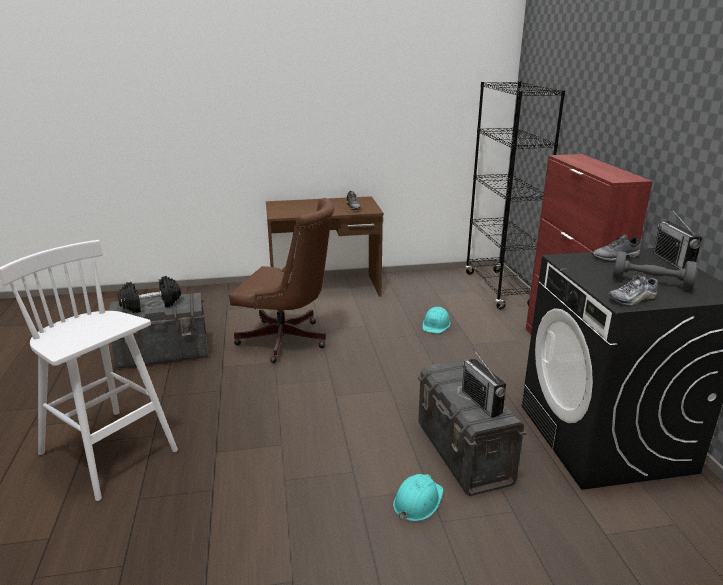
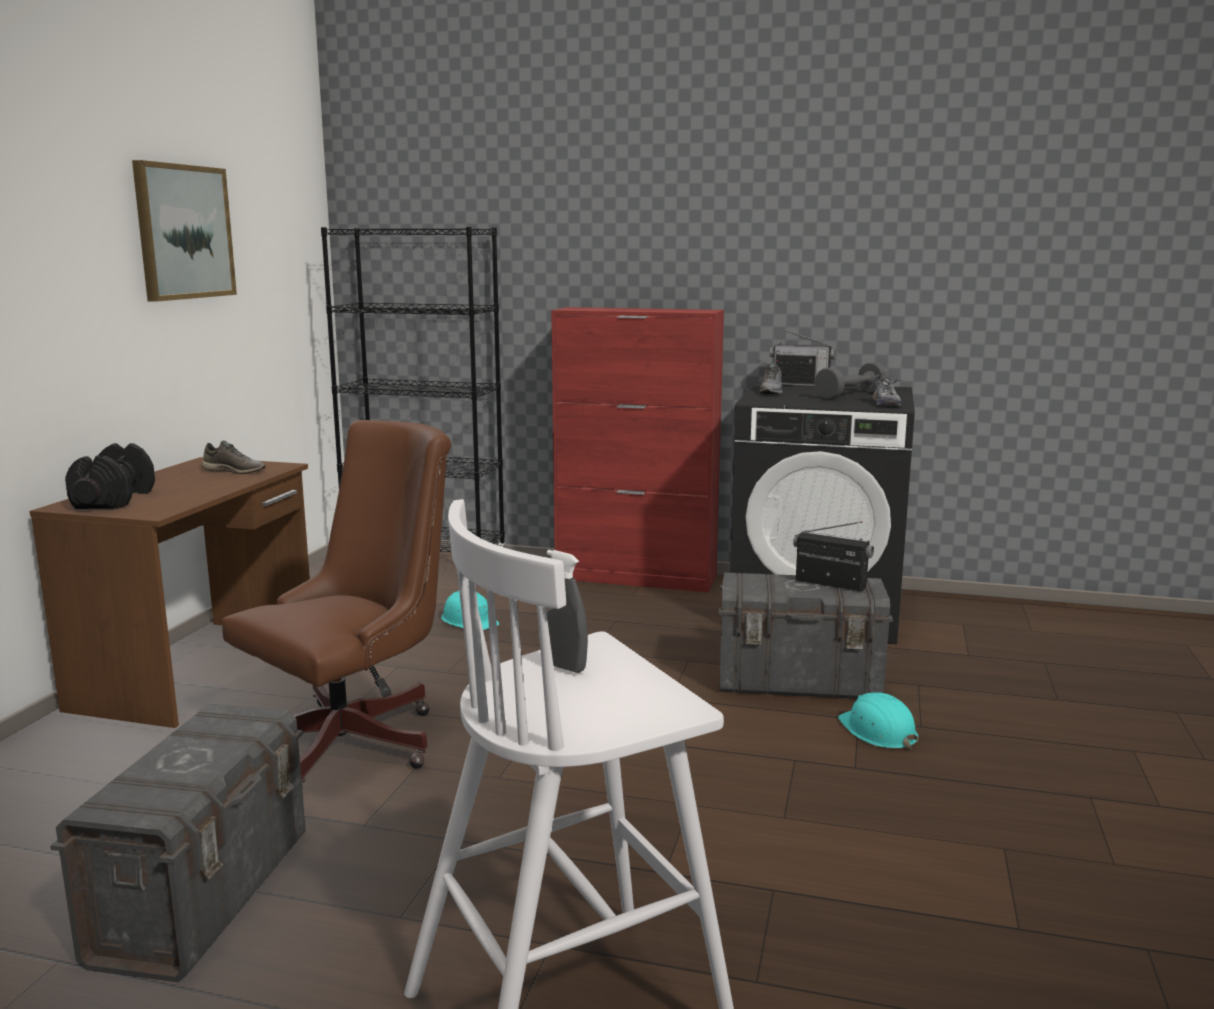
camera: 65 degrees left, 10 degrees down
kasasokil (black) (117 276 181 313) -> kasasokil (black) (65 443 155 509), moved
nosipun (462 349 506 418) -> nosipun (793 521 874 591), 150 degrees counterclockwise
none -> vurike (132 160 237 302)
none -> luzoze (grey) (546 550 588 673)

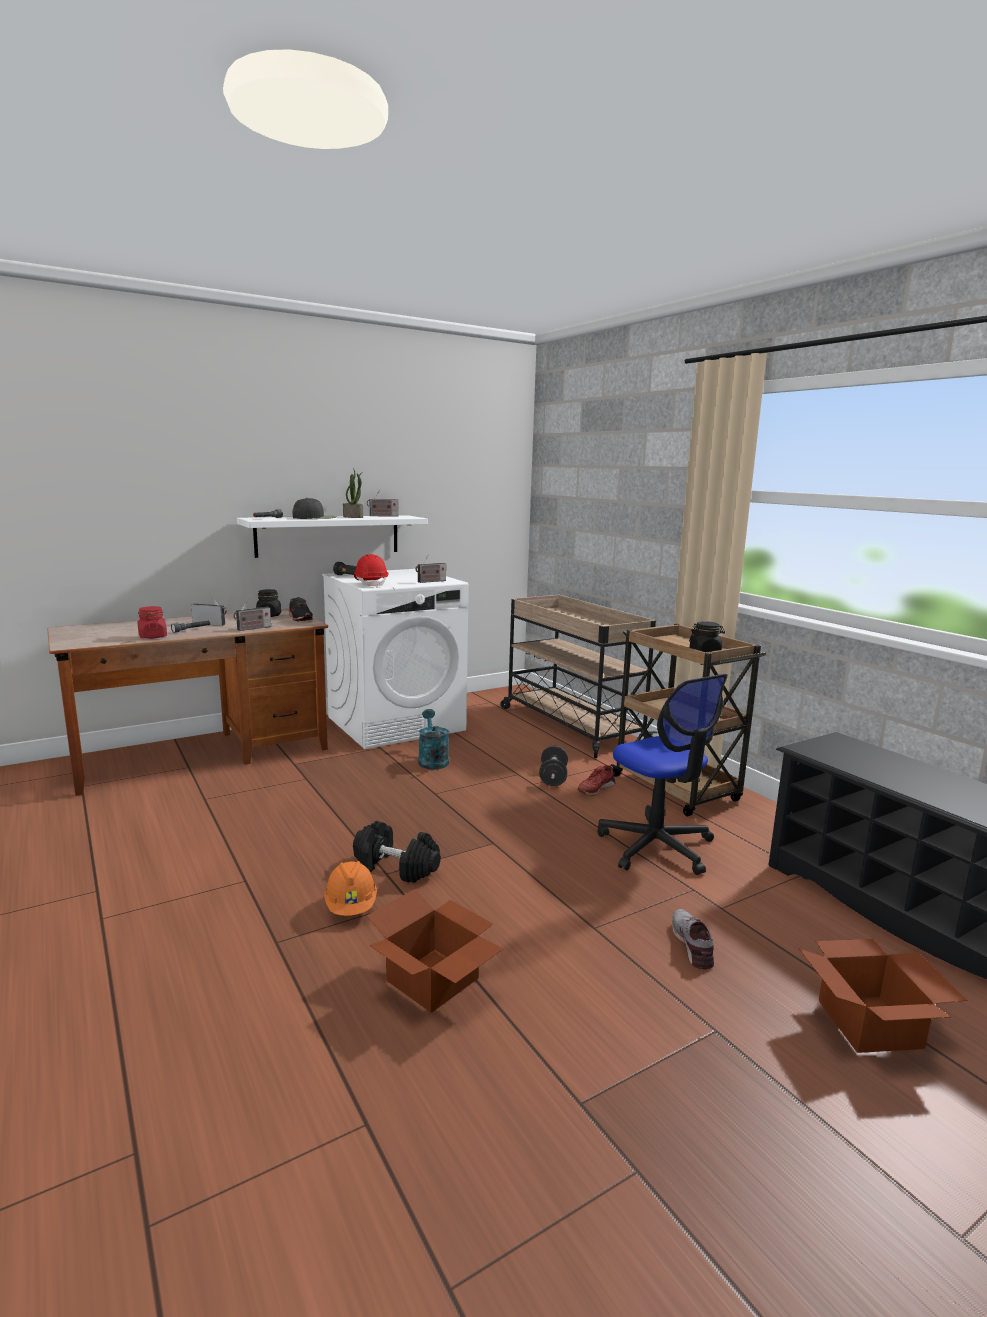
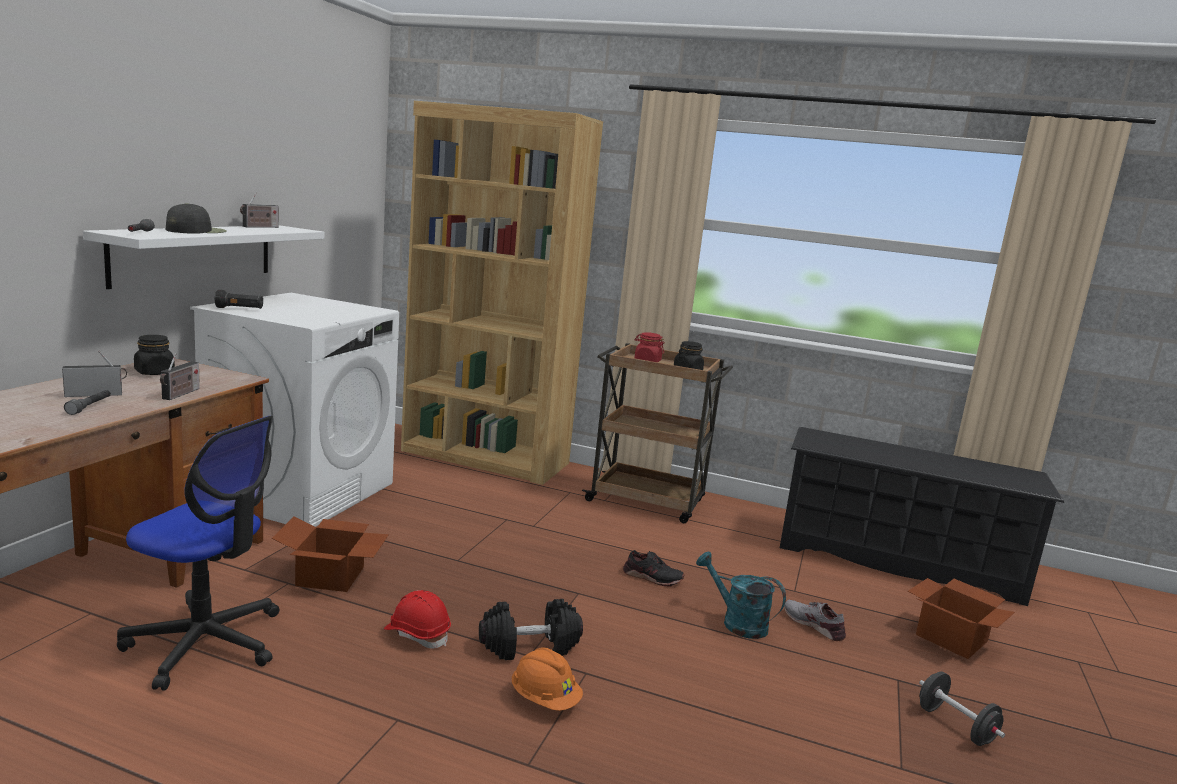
camera: 40 degrees left, 0 degrees up
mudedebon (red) (138 606 167 639) -> mudedebon (red) (634 332 664 362), moved
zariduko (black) (289 597 313 622) -> zariduko (black) (623 550 684 587), moved
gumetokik (343 468 363 518) -> none
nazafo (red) (354 554 389 588) -> nazafo (red) (384 590 451 649), moved
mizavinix (367 889 503 1013) -> mizavinix (272 517 389 592), moved
nosipun (415 554 446 583) -> none
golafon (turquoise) (418 709 449 770) -> golafon (turquoise) (696 552 786 639), moved
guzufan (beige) (500 595 657 758) -> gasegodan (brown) (401 101 603 485)
kasasokil (black) (539 746 568 786) -> kasasokil (black) (919 671 1005 746), moved
zariduko (red) (577 765 615 796) -> none
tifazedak (597 674 728 875) -> tifazedak (117 416 279 691), moved

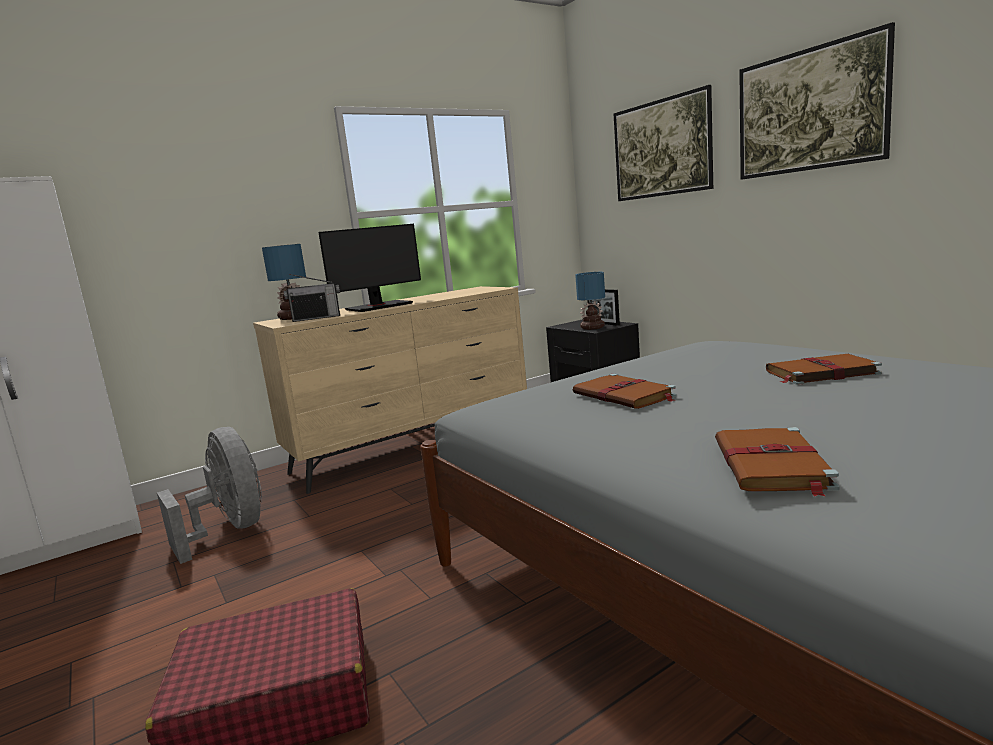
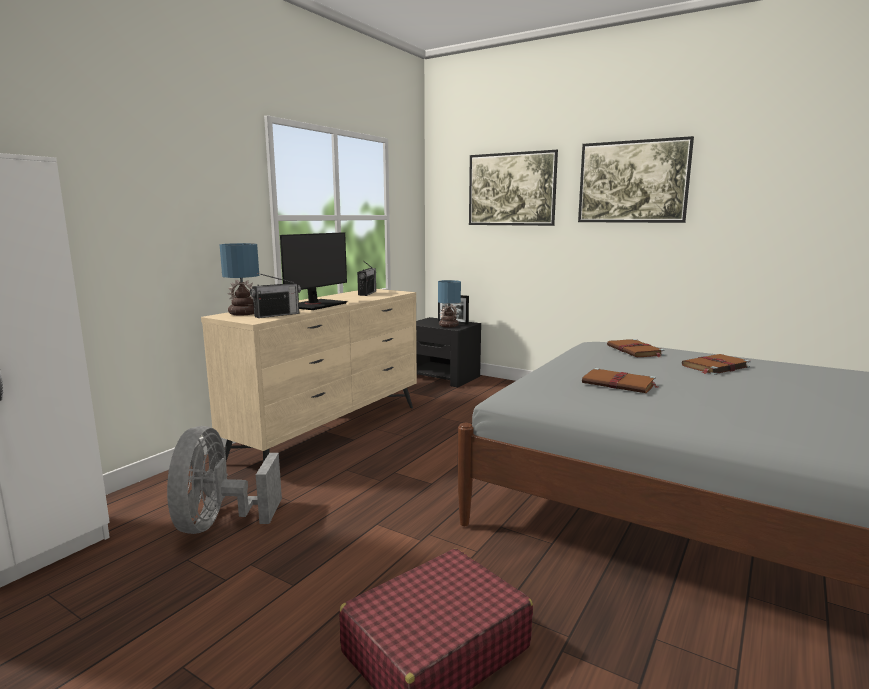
camera: 25 degrees left, 0 degrees up
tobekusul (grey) (157 427 262 564) -> tobekusul (grey) (167 426 282 534), 120 degrees counterclockwise
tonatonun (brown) (715 427 840 497) -> tonatonun (brown) (607 339 665 357), moved
none -> nosipun (357 261 376 296)

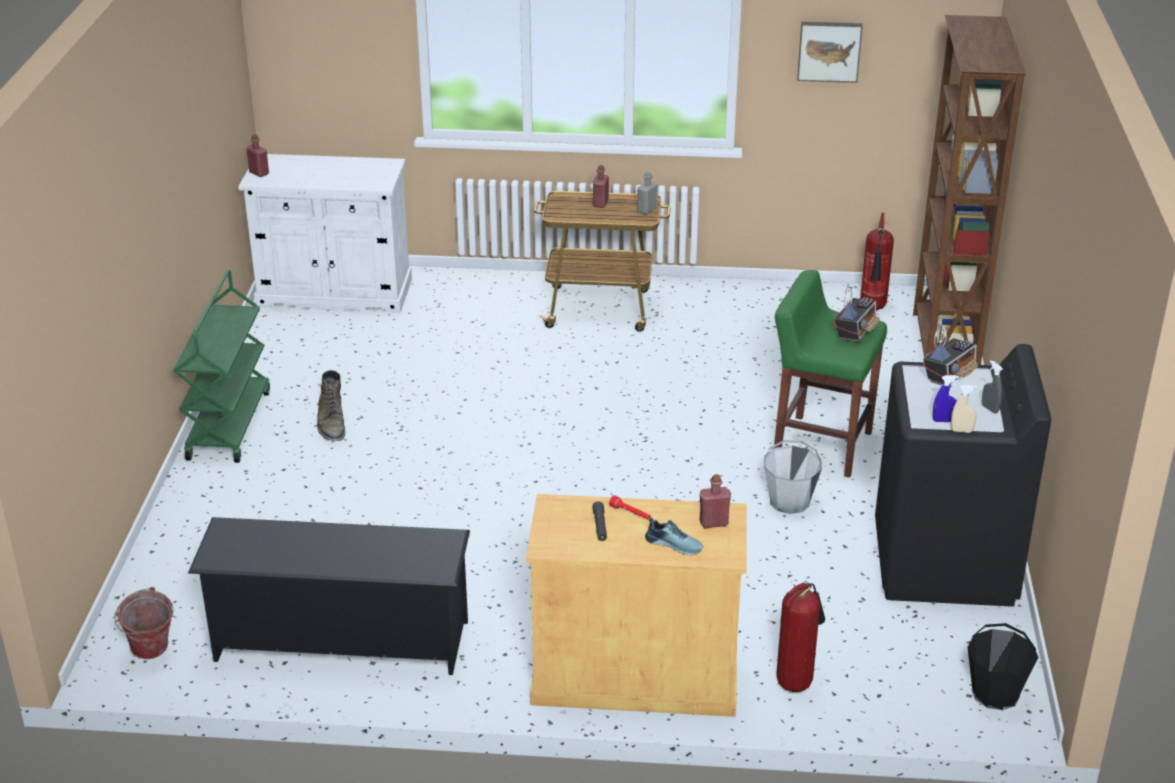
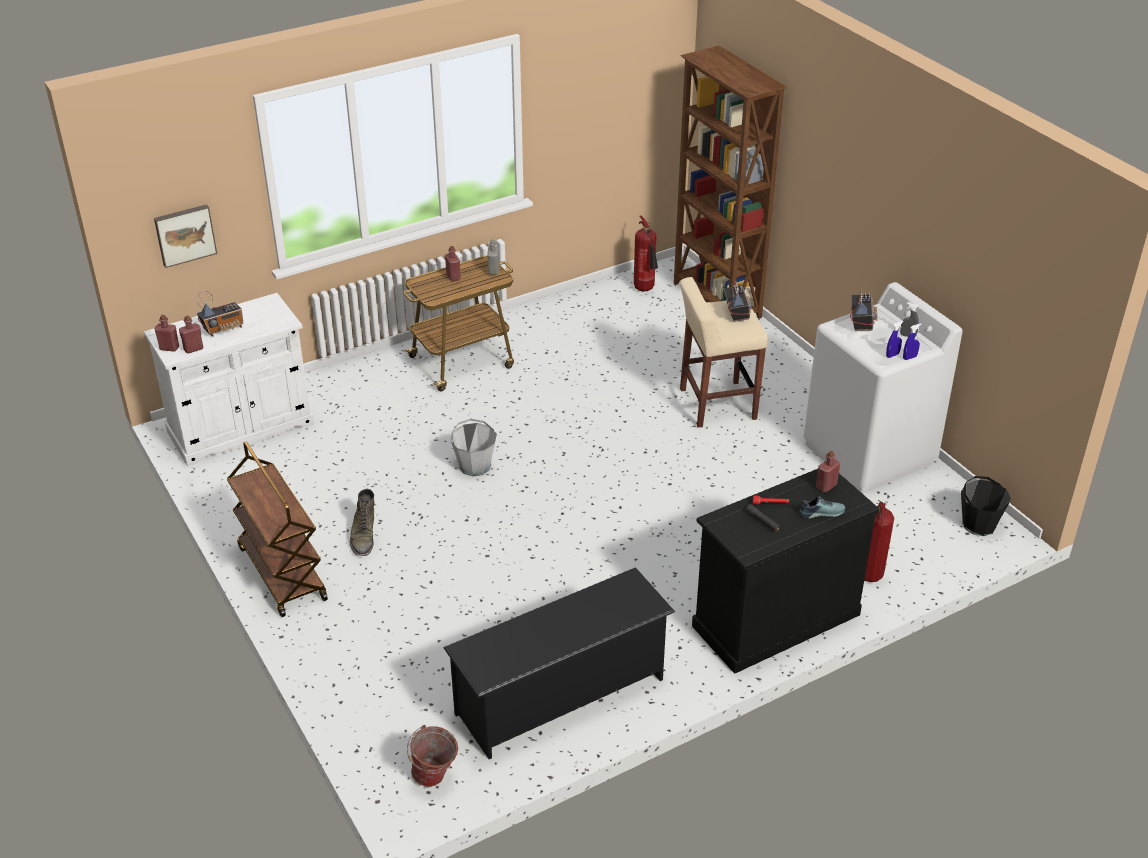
camera: 35 degrees left, 5 degrees up
guzufan (green) (173 270 270 463) -> guzufan (brown) (227 441 328 617)
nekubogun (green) (317 370 345 441) -> nekubogun (green) (350 489 374 556), 45 degrees clockwise
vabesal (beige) (526 494 747 717) -> vabesal (black) (692 469 879 674)
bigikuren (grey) (764 440 822 514) -> bigikuren (grey) (451 419 497 476), moved
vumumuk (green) (774 270 887 477) -> vumumuk (beige) (680 277 768 428)
vurike (797 22 863 83) -> vurike (154 204 217 268), moved
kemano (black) (875 344 1051 607) -> kemano (white) (804 282 963 493)
luzoze (beige) (951 385 978 433) -> luzoze (blue) (903 324 922 360)
none -> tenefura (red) (179 316 203 354)
none -> nosipun (197 291 244 337)

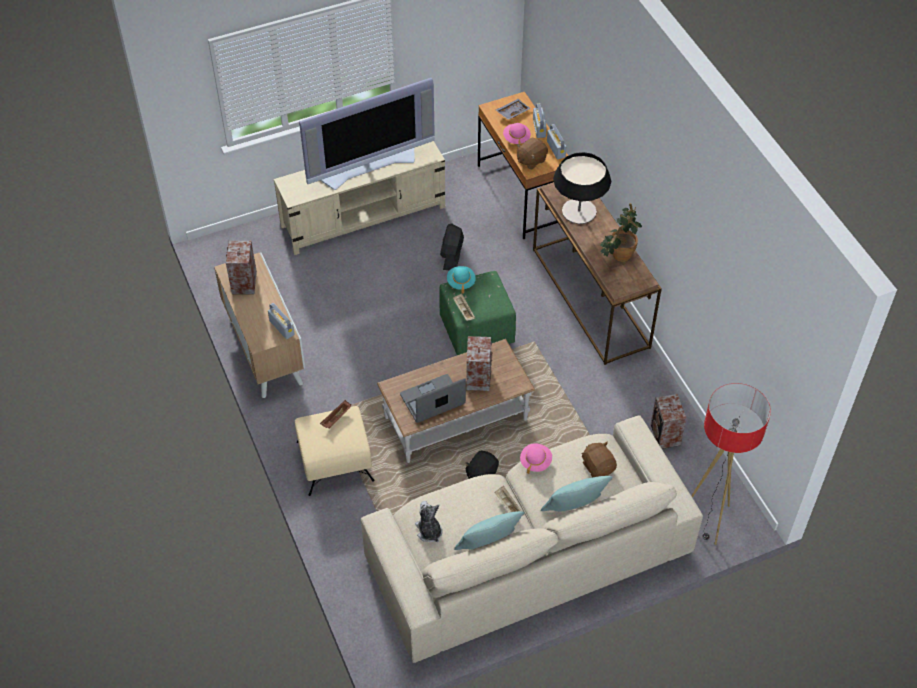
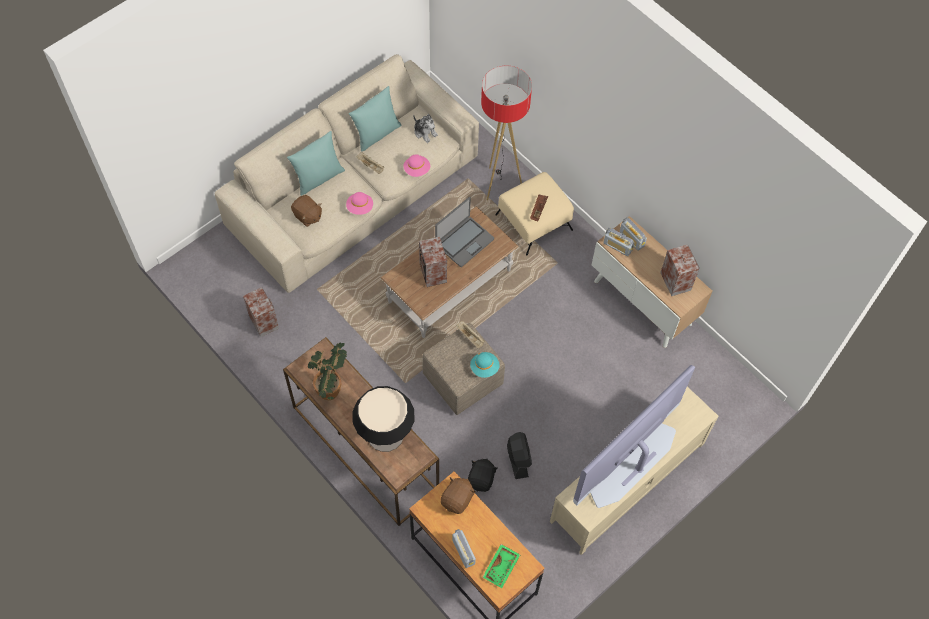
camera: 160 degrees right, 10 degrees up
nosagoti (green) (439 271 516 355) -> nosagoti (beige) (422 323 505 415)
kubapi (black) (465 451 499 479) -> kubapi (black) (468 459 497 492), moved
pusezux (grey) (496 99 531 120) -> pusezux (green) (483 544 520 588)
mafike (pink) (503 123 531 145) -> mafike (pink) (403 154 430 177), moved
nosipun (547 124 566 159) -> nosipun (620 217 647 251), moved
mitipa (691 383 771 545) -> mitipa (481 66 532 200), moved

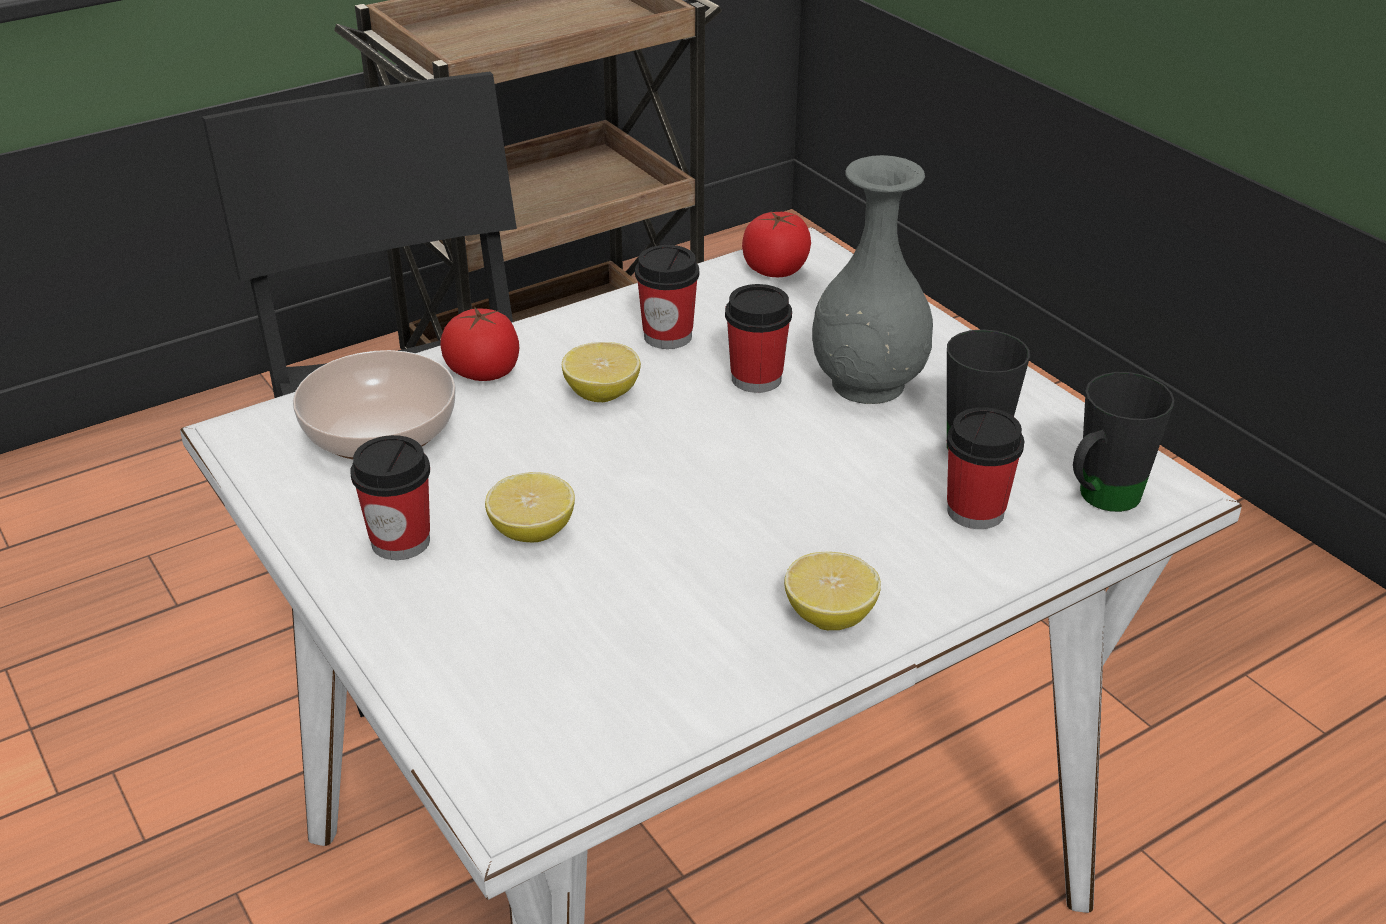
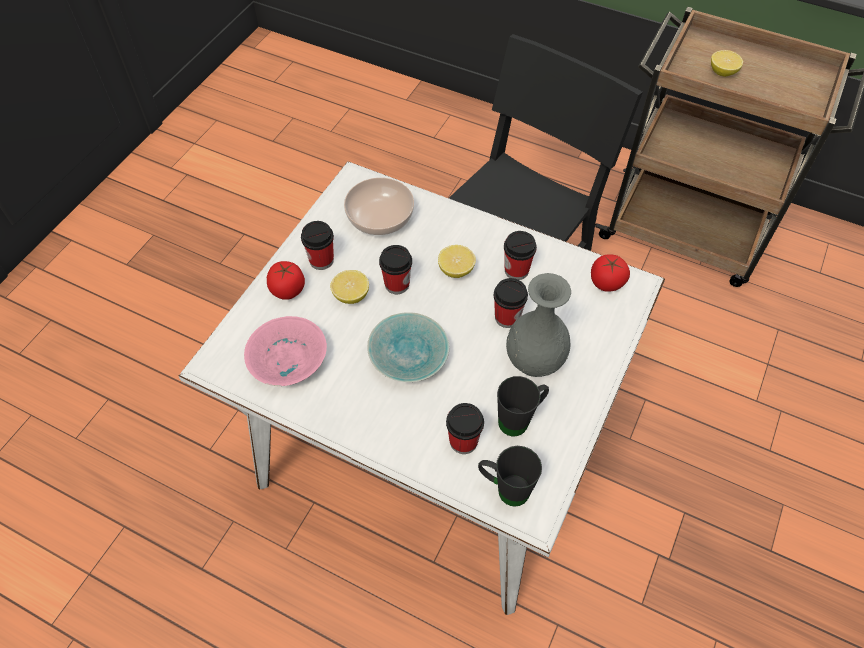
camera: 60 degrees right, 20 degrees up
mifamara (440 306 519 381) -> mifamara (267 261 305 300), moved
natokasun (784 552 881 630) -> natokasun (711 50 743 77), moved
none -> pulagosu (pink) (244 316 327 386)
none -> pulagosu (turquoise) (367 312 449 382)
none -> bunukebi (379 245 412 294)

